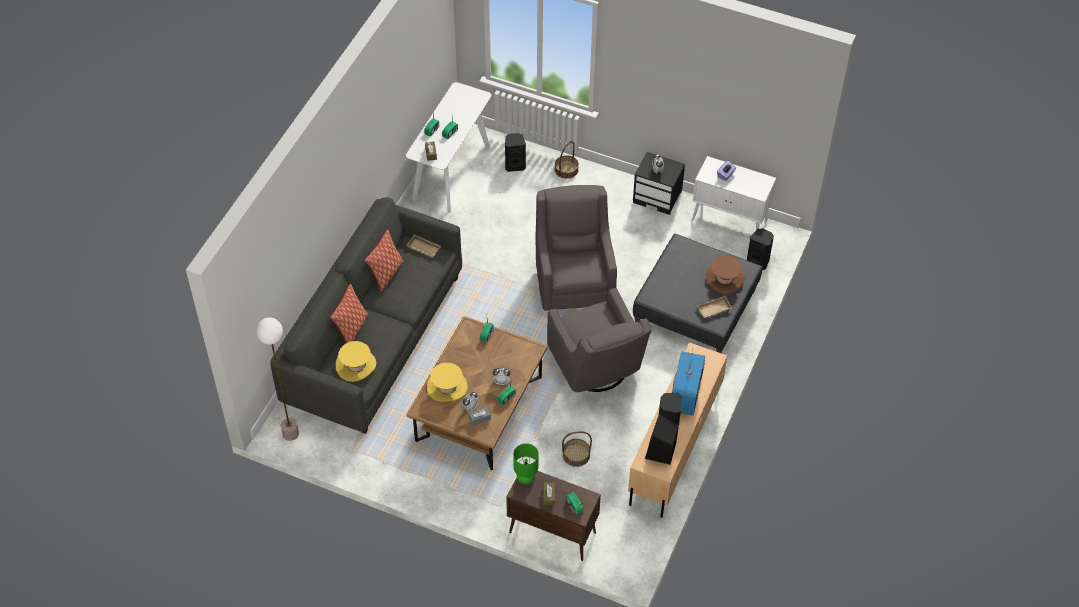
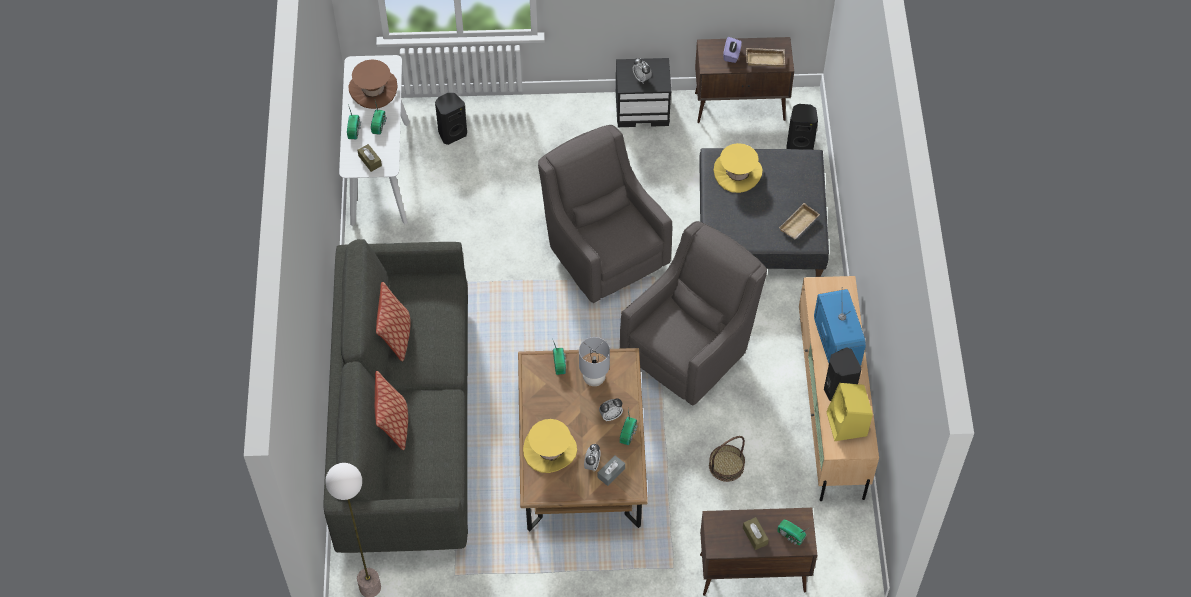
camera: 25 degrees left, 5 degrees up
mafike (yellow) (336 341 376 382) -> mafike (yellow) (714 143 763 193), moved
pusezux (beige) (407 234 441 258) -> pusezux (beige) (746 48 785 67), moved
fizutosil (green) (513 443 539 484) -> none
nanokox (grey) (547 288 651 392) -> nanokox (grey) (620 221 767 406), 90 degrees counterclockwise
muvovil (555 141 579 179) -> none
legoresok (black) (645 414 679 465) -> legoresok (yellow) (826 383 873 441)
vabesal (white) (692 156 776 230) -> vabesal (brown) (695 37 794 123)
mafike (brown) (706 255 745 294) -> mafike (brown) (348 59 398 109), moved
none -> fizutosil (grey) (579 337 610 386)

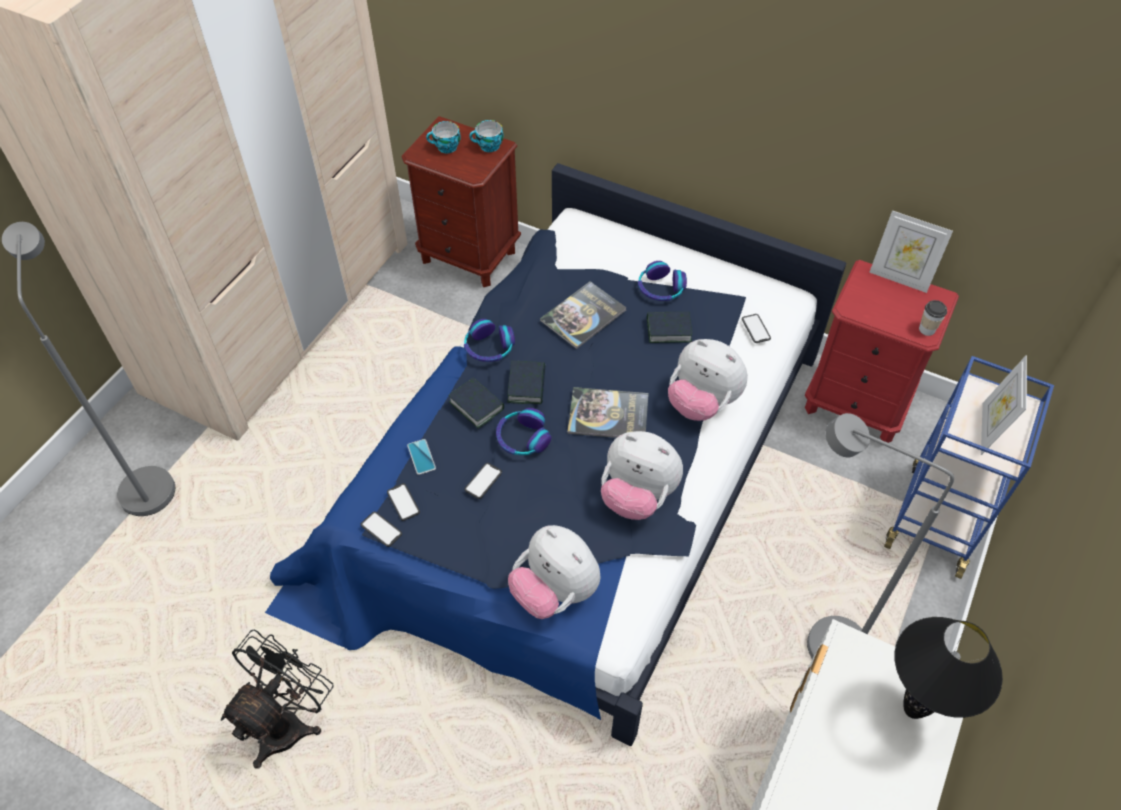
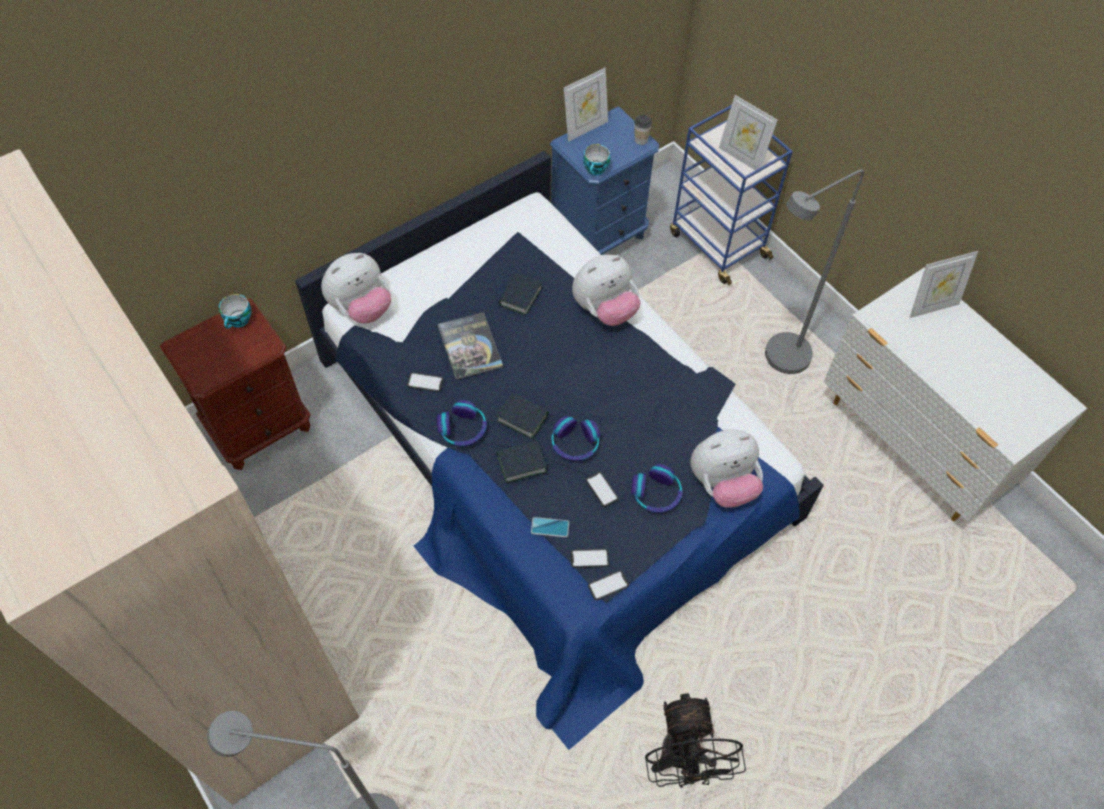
camera: 65 degrees left, 5 degrees up
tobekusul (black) (221 629 334 769) -> tobekusul (black) (645 693 746 788), 150 degrees counterclockwise
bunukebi (426 121 461 153) -> bunukebi (583 144 610 175), moved
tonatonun (567 387 649 438) -> none
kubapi (601 431 683 520) -> kubapi (321 253 391 323), moved
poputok (638 261 687 301) -> poputok (631 464 683 513), moved
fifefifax (742 314 771 343) -> fifefifax (407 372 443 392), moved
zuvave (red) (805 260 959 443) -> zuvave (blue) (550 107 659 255)
fizutosil (black) (894 617 1003 719) -> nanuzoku (910 251 978 318)

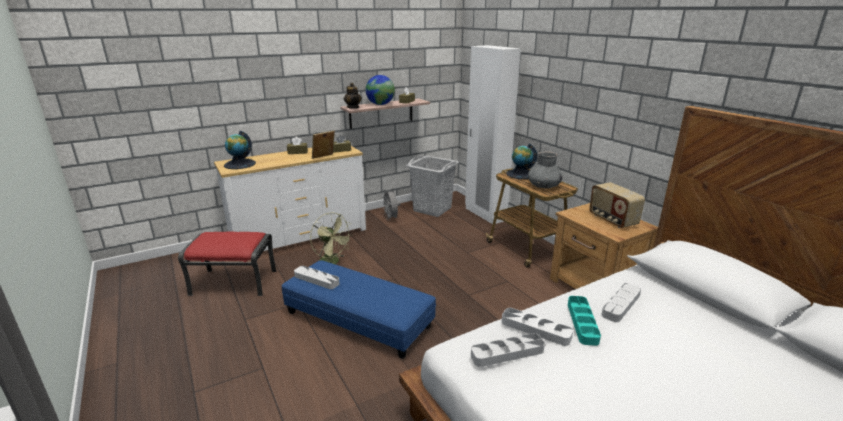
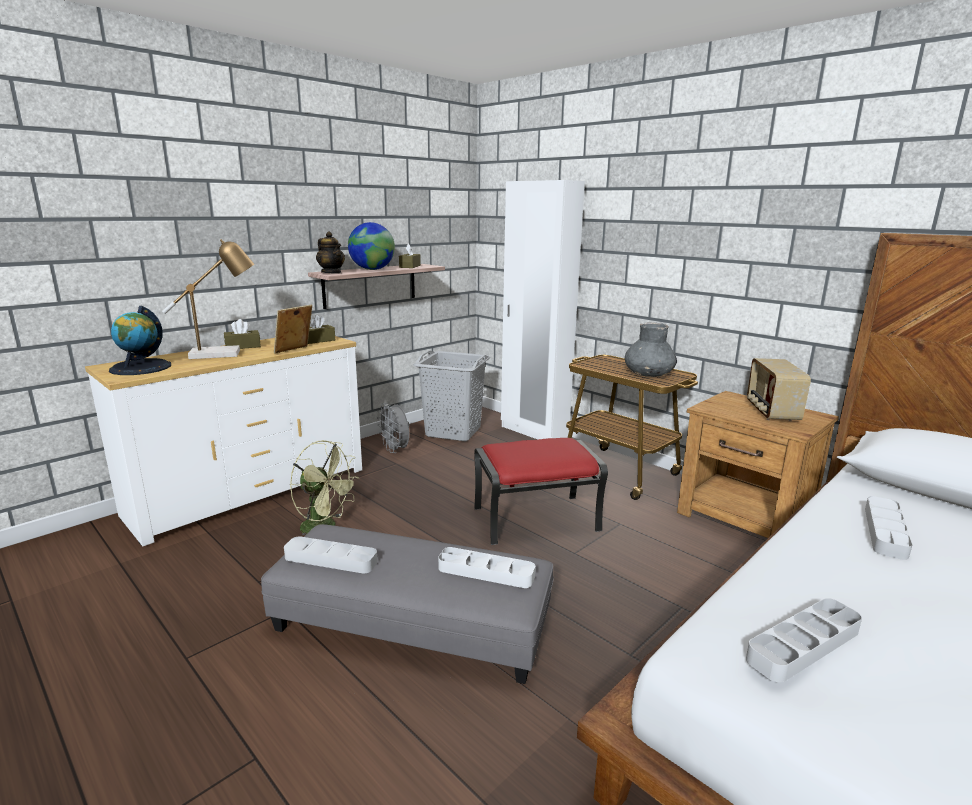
camera: 15 degrees left, 5 degrees down
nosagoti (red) (178 231 276 296) -> nosagoti (red) (474 438 608 545), moved
nosagoti (blue) (282 260 436 359) -> nosagoti (grey) (261 524 554 684)
pusezux (white) (502 308 573 346) -> pusezux (white) (438 547 535 588), moved
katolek (506 144 538 179) -> none
pusezux (turquoise) (568 296 601 346) -> none
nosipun (589 182 645 228) -> nosipun (747 358 811 421), 45 degrees clockwise
none -> fizutosil (162 239 254 359)

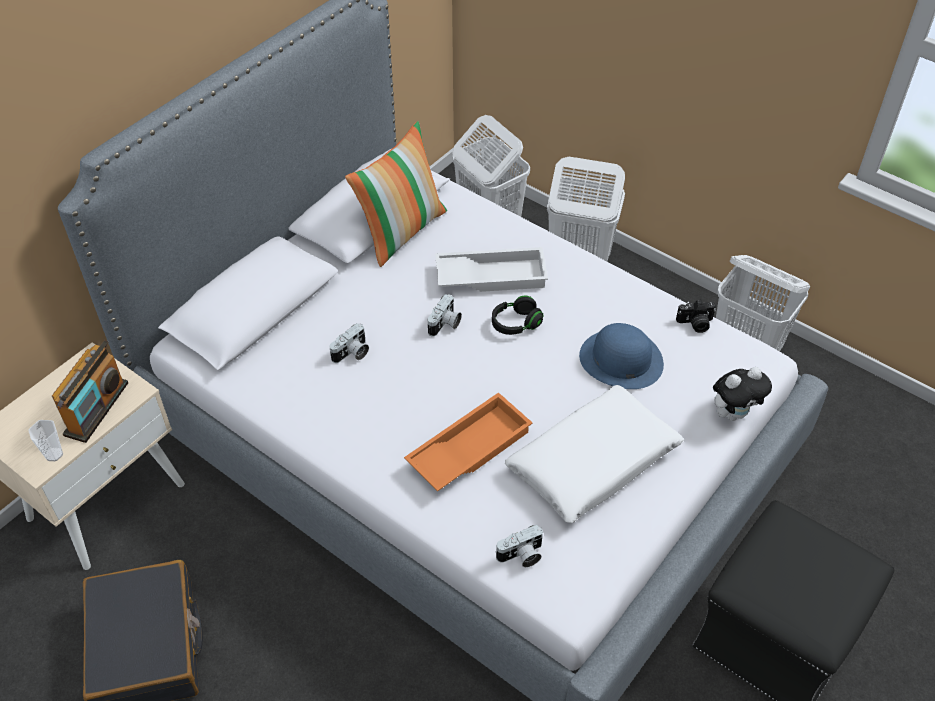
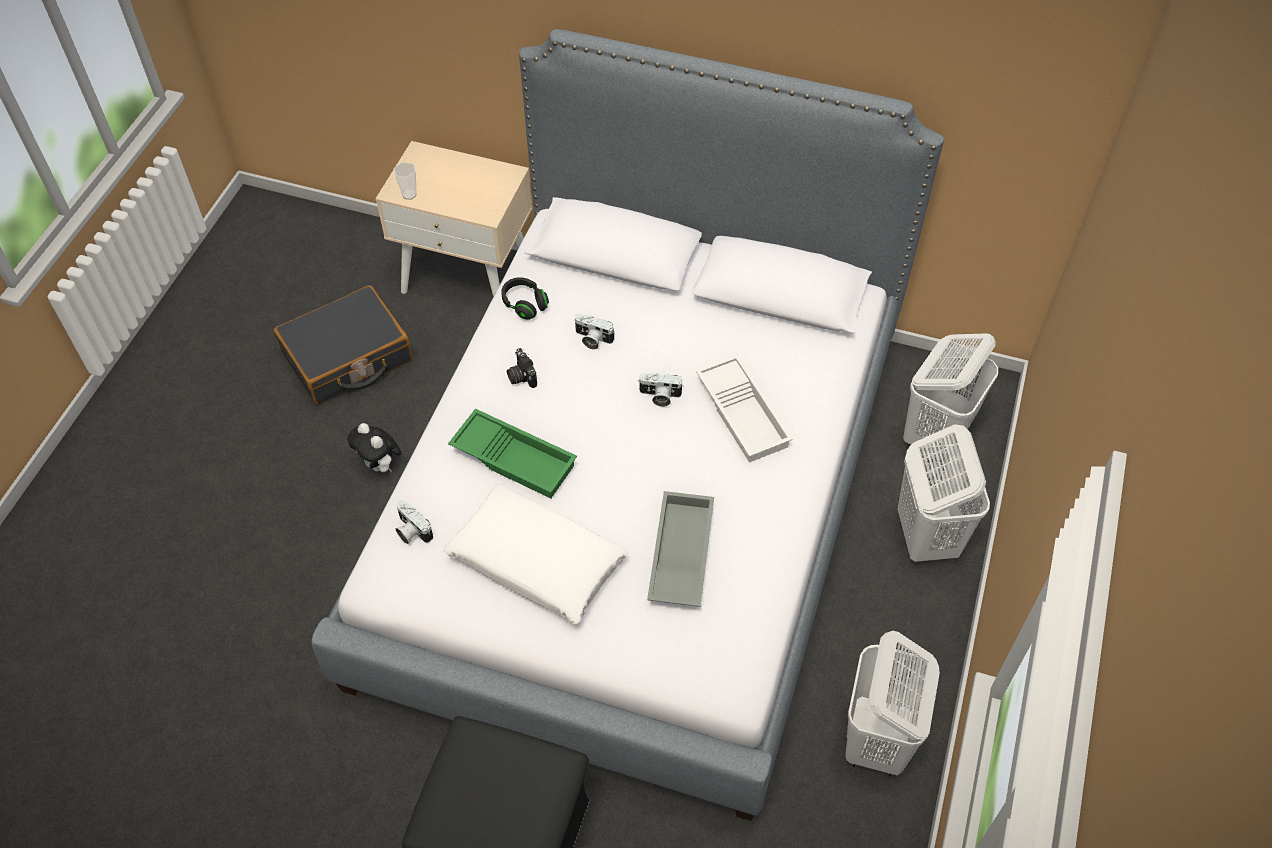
camera: 70 degrees right, 5 degrees up
nosipun (52 340 128 443) -> none
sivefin (345 121 447 267) -> none
pusezux (orange) (404 392 533 491) -> pusezux (green) (448 409 577 498)
poputok (black) (492 296 543 335) -> poputok (black) (501 277 549 320), moved
mafike (blue) (579 323 664 389) -> pusezux (grey) (647 491 714 607)
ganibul (676 300 716 333) -> ganibul (507 348 537 388), moved
kubapi (713 367 772 421) -> kubapi (347 423 402 472), moved

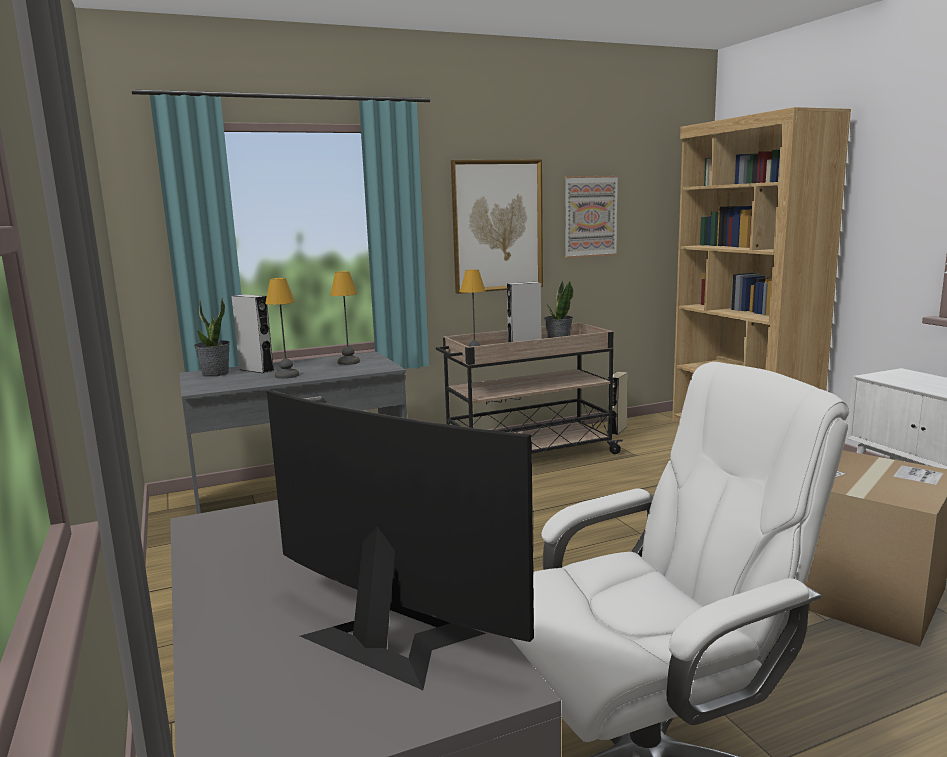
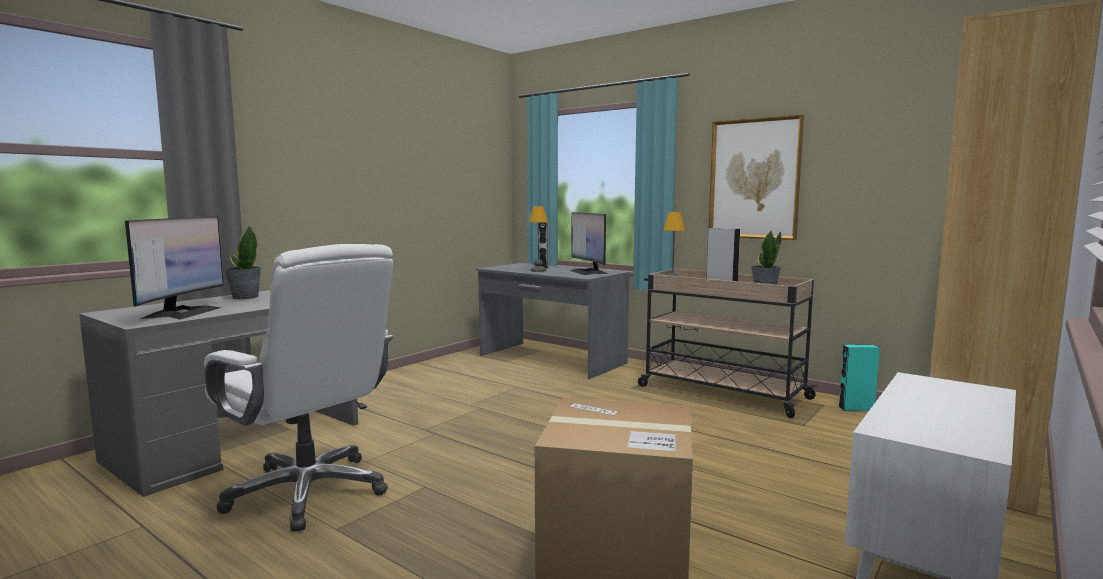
camera: 60 degrees right, 5 degrees down
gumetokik (194 298 230 377) -> gumetokik (224 225 261 299), moved
fizutosil (330 271 360 365) -> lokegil (570 212 608 275)
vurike (565 176 619 258) -> none
legoresok (beige) (607 371 628 435) -> legoresok (turquoise) (839 345 880 411)

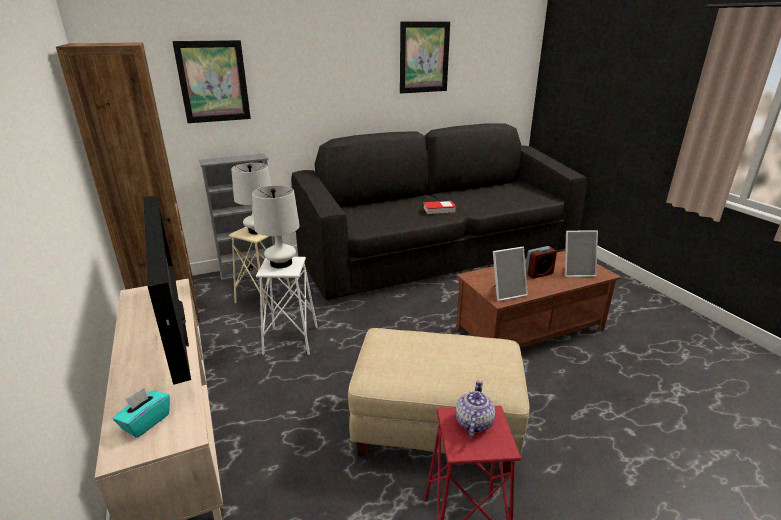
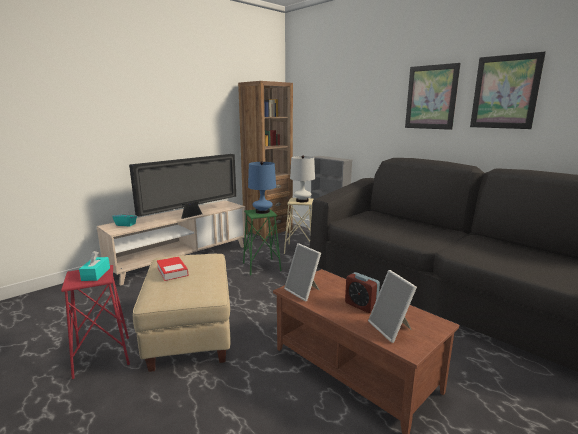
camera: 70 degrees right, 10 degrees down
vurike (172 40 251 123) -> vurike (405 63 461 130), moved
fizutosil (white) (252 186 300 268) -> fizutosil (blue) (248 161 276 214)
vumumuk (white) (256 257 318 355) -> vumumuk (green) (243 208 282 276)
tonatonun (423 201 456 215) -> tonatonun (157 257 188 281), moved
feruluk (455 380 495 437) -> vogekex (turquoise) (79 251 110 281)

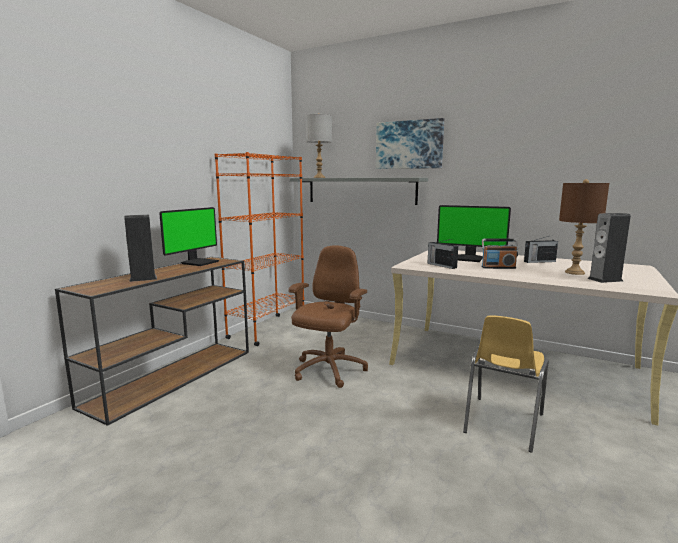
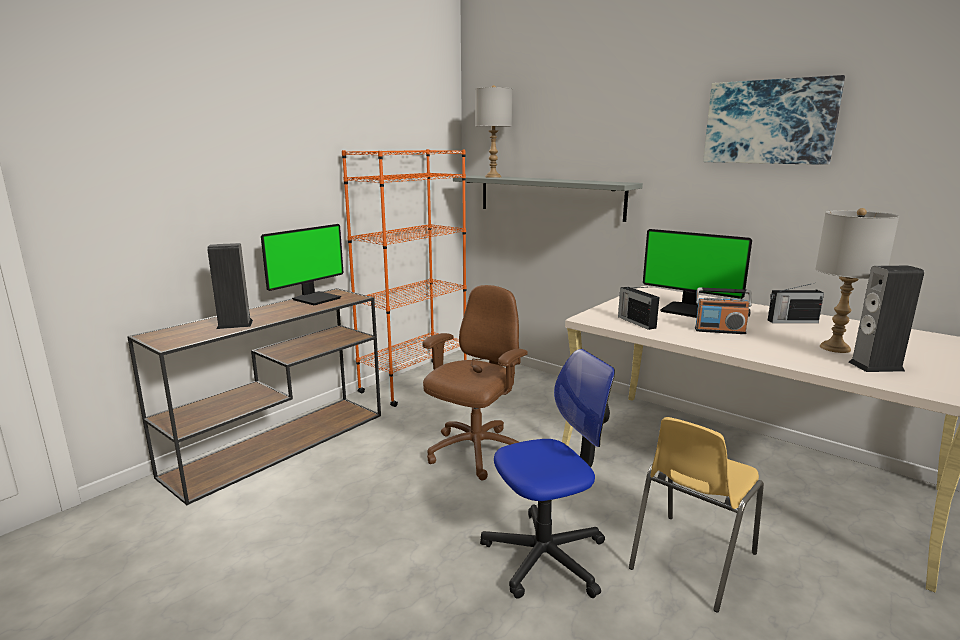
camera: 10 degrees right, 5 degrees up
vurike (376 118 444 169) -> vurike (703 75 845 165), moved
fizutosil (brown) (559 179 609 275) -> fizutosil (grey) (816 208 899 353)
none -> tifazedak (480 349 615 599)

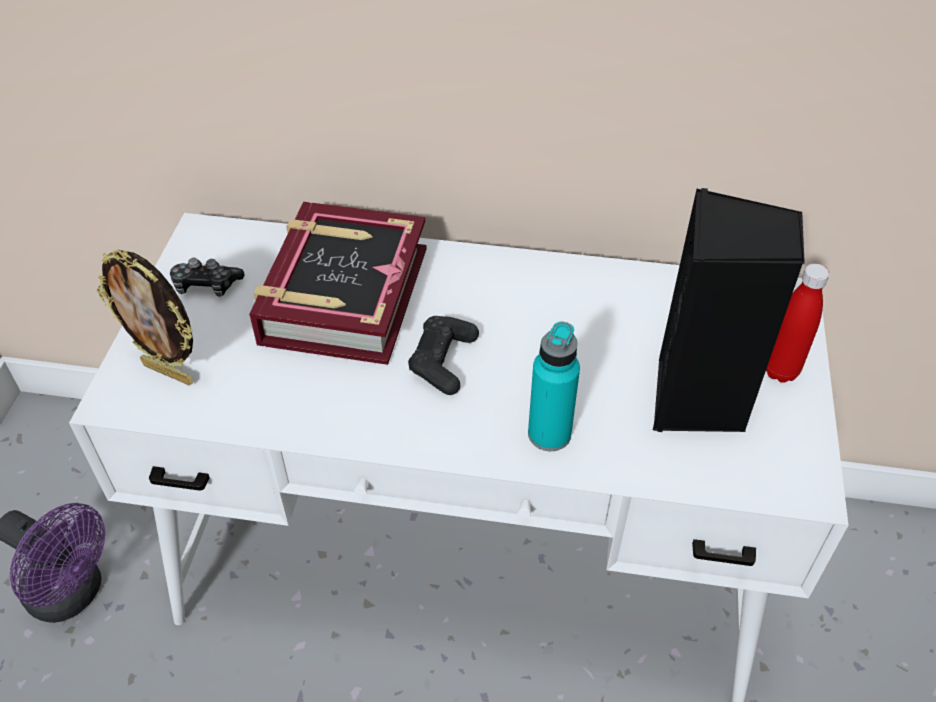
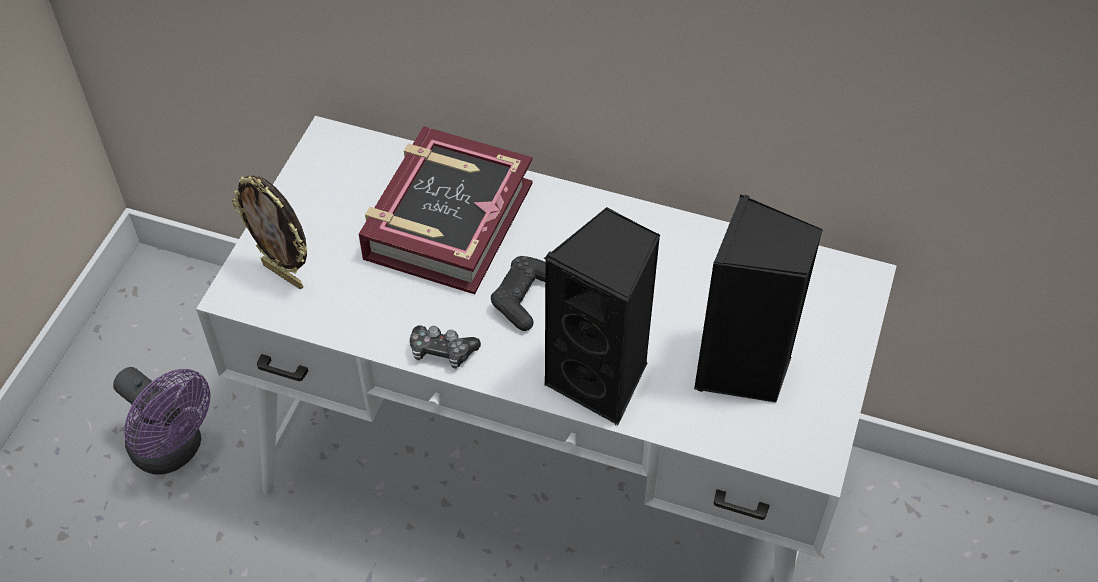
camera: 10 degrees right, 5 degrees up
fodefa (170 258 245 297) -> fodefa (410 325 481 369), moved
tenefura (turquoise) (528 322 580 451) -> legoresok (black) (543 207 661 425)
tenefura (red) (766 263 830 383) -> none

